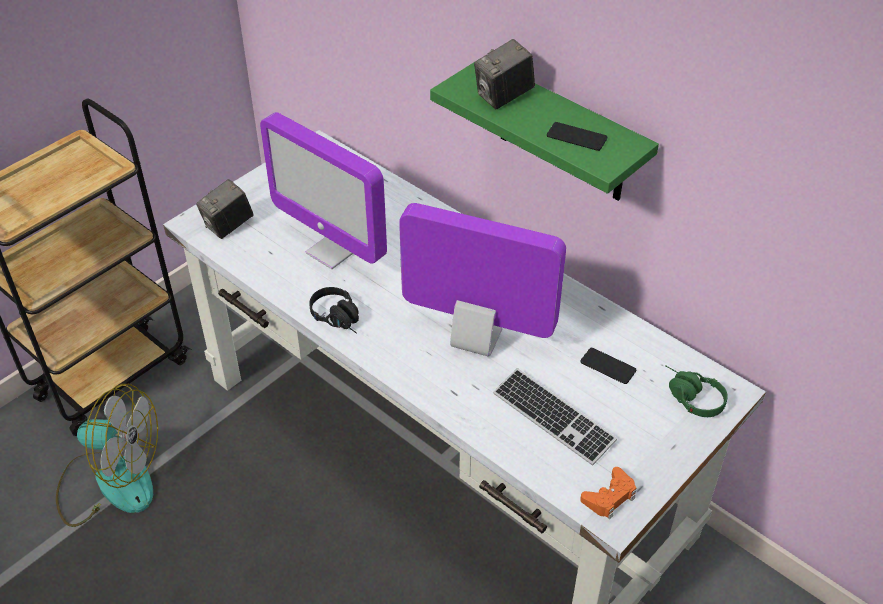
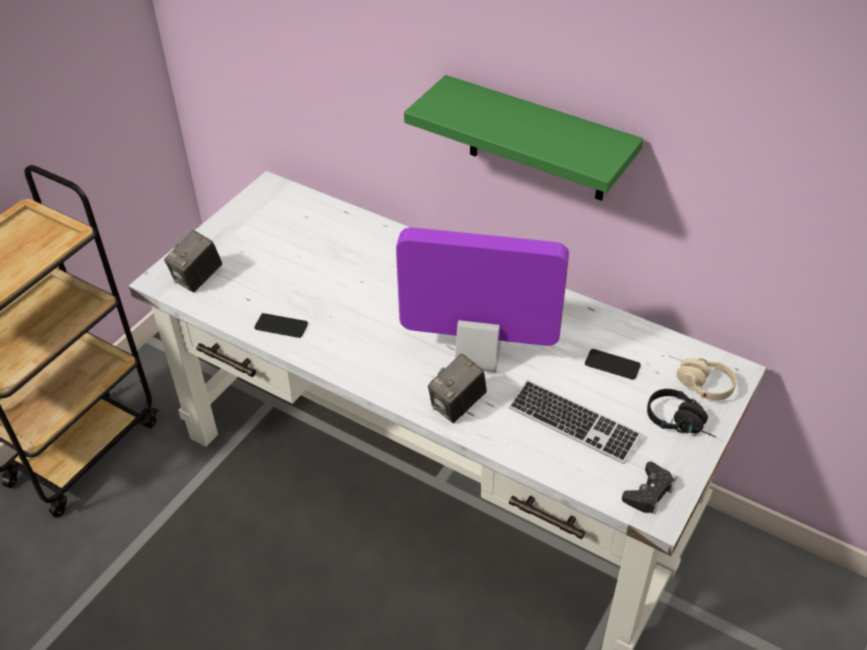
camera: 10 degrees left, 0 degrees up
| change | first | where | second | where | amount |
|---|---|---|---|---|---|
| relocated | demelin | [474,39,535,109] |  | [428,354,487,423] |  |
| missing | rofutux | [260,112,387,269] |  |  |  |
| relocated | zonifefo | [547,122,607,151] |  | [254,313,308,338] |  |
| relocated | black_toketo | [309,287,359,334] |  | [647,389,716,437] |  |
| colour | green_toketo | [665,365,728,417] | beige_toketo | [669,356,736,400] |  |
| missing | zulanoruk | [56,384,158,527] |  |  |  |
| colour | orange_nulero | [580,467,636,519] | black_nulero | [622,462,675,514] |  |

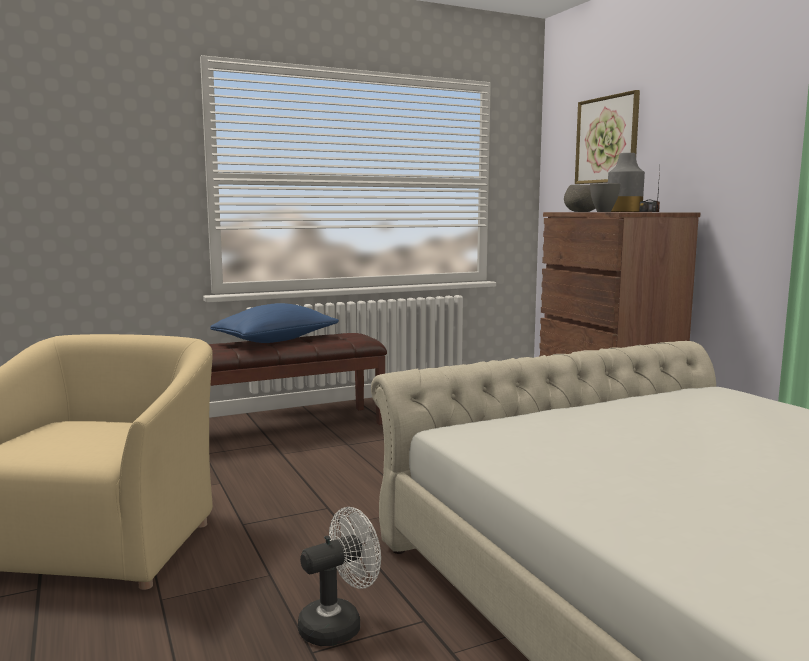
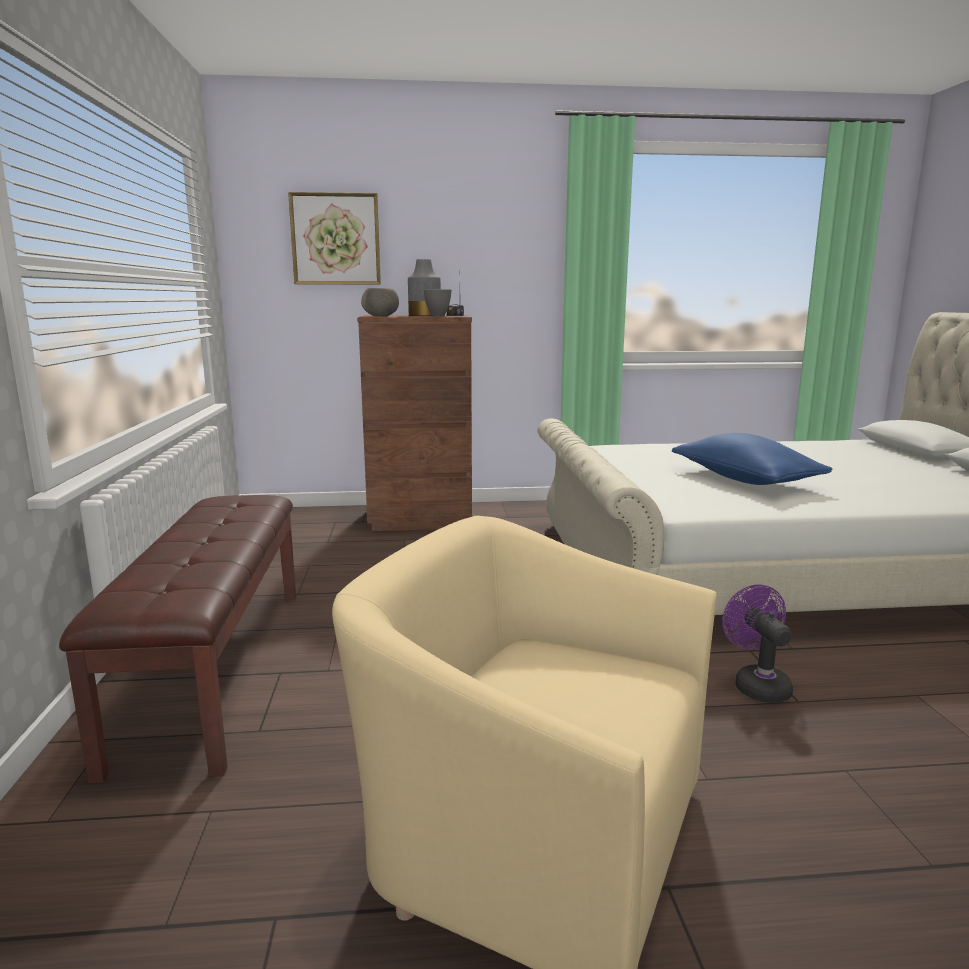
camera: 70 degrees left, 5 degrees up
| change | first | where | second | where | amount |
|---|---|---|---|---|---|
| relocated | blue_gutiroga | [210,303,339,343] |  | [672,433,833,485] |  |
| colour | white_zulanoruk | [298,507,381,646] | purple_zulanoruk | [723,584,793,703] |  |

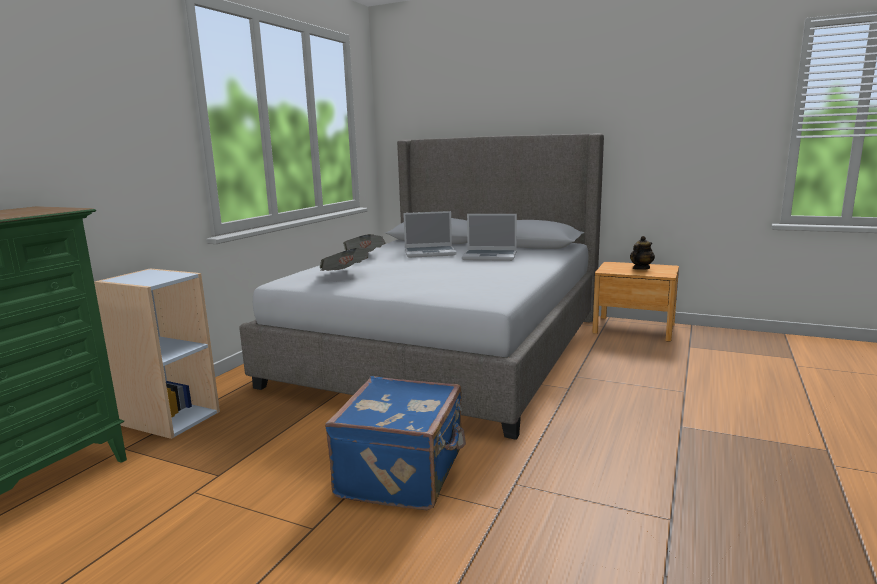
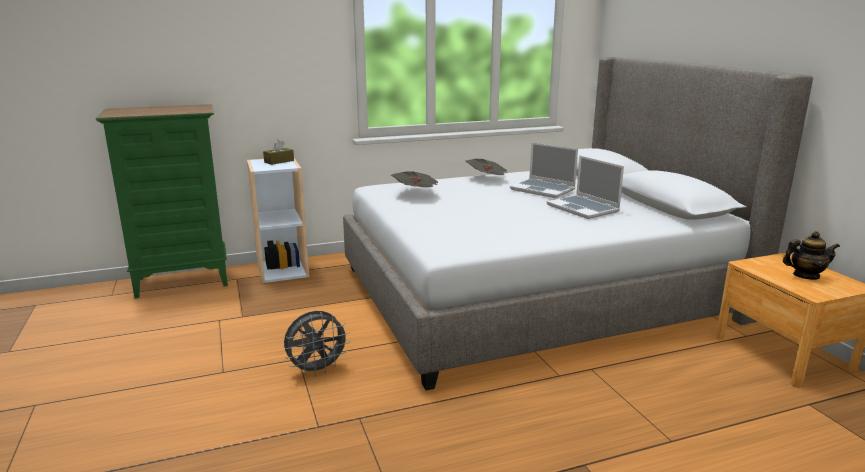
camera: 45 degrees right, 5 degrees up
| change | first | where | second | where | amount |
|---|---|---|---|---|---|
| exchanged | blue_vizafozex | [325,376,466,510] | grey_zulanoruk | [283,311,350,376] |  |
| appeared |  |  | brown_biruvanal | [263,140,294,165] |  |

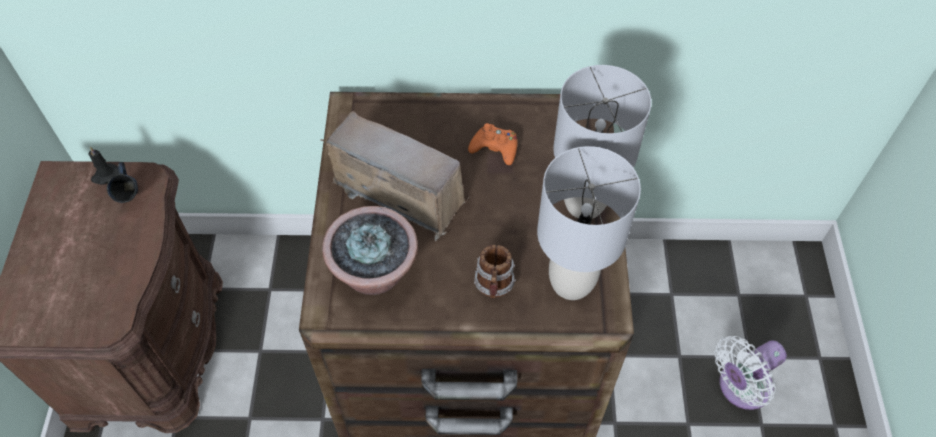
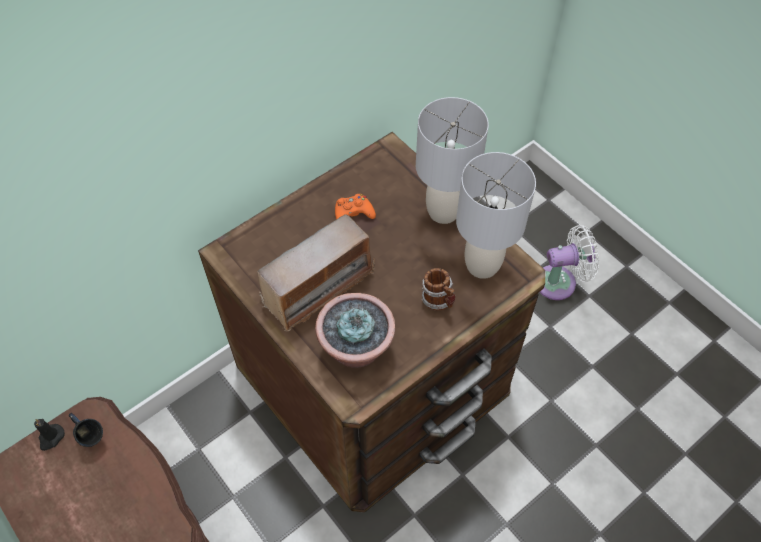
camera: 40 degrees left, 0 degrees up
| change | first | where | second | where | amount |
|---|---|---|---|---|---|
| spun | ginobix | [321,111,470,242] |  | [257,212,375,332] | 150 degrees clockwise |
| spun | white_zulanoruk | [714,336,787,410] |  | [540,225,599,300] | 120 degrees counterclockwise |

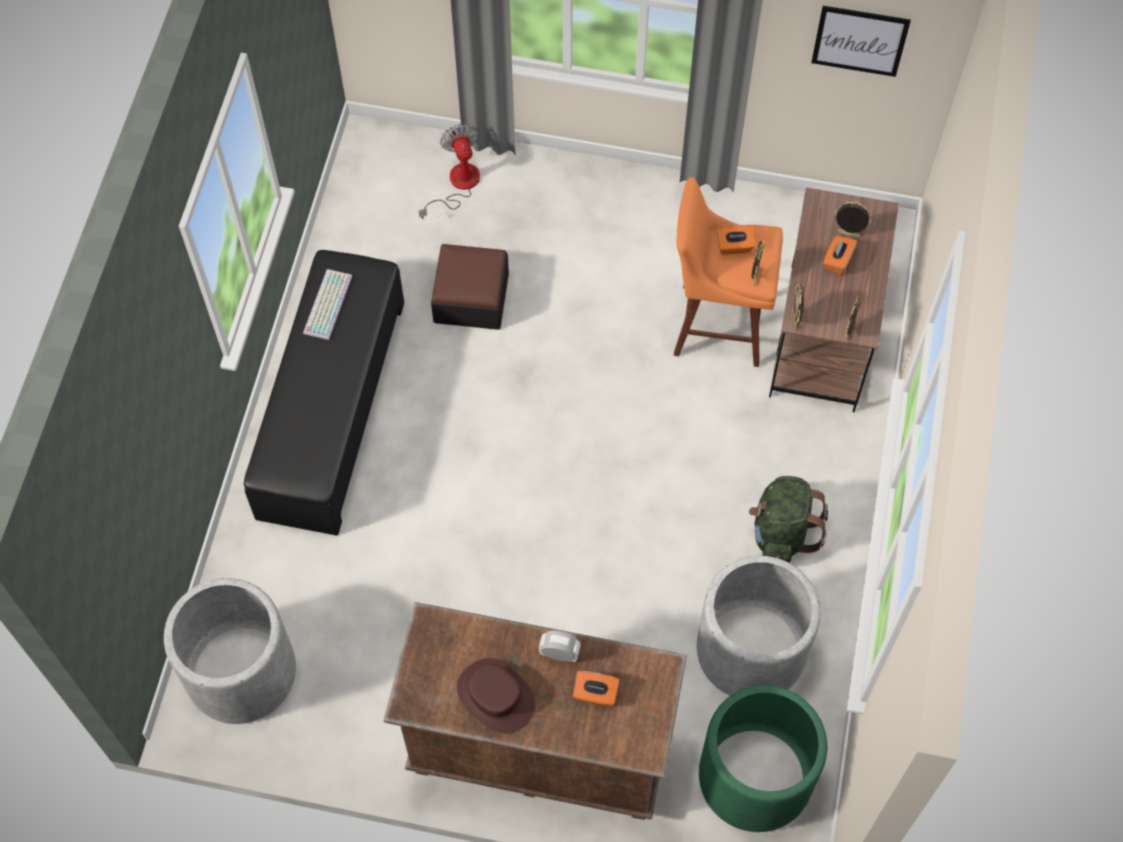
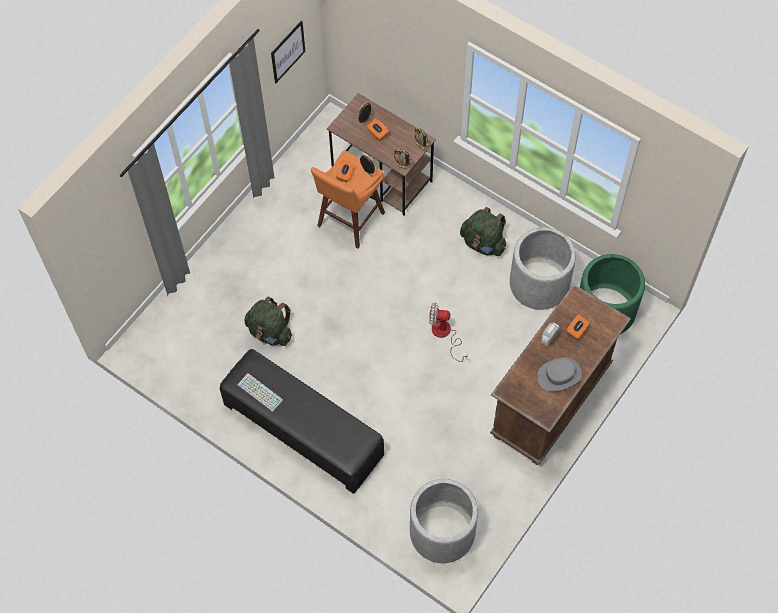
camera: 65 degrees left, 0 degrees up
| change | first | where | second | where | amount |
|---|---|---|---|---|---|
| relocated | zulanoruk | [419,124,480,219] |  | [429,302,468,362] |  |
| exchanged | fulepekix | [431,244,509,330] | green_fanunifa | [244,297,292,346] |  |
| colour | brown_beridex | [457,658,535,733] | grey_beridex | [537,357,582,392] |  |

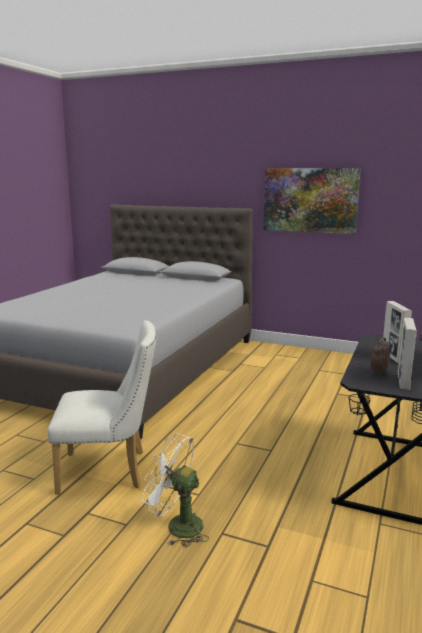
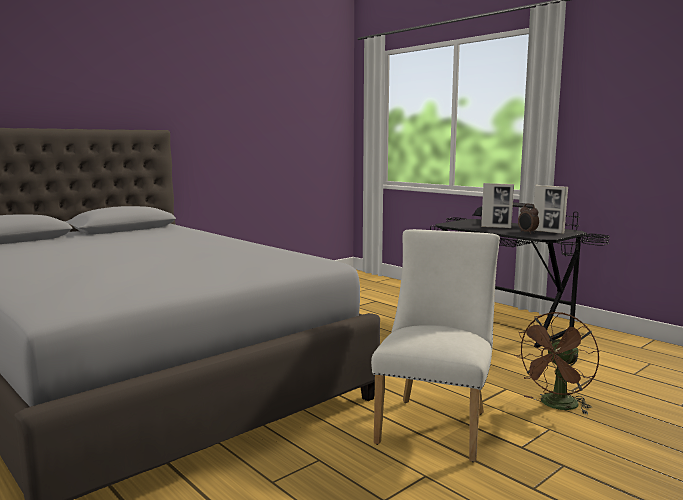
camera: 65 degrees left, 5 degrees down
| change | first | where | second | where | amount |
|---|---|---|---|---|---|
| missing | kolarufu | [264,168,361,234] |  |  |  |
| colour | white_zulanoruk | [142,433,209,547] | brown_zulanoruk | [515,312,599,415] |  |

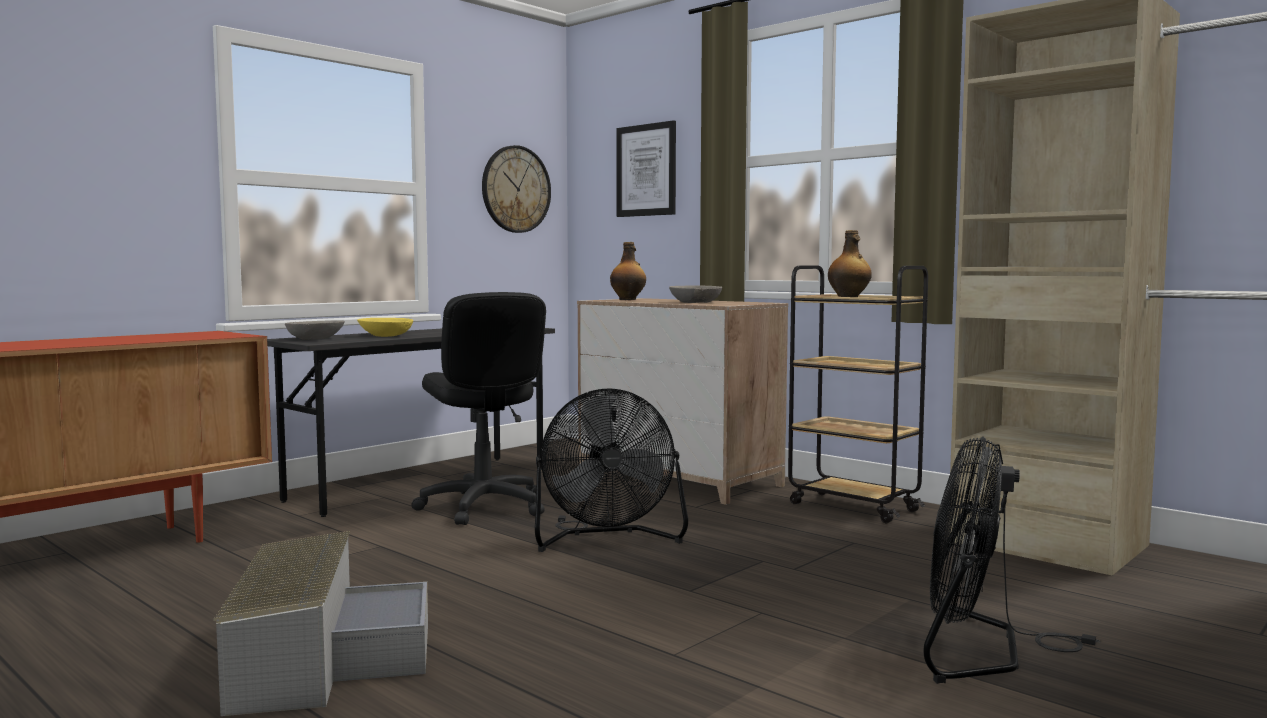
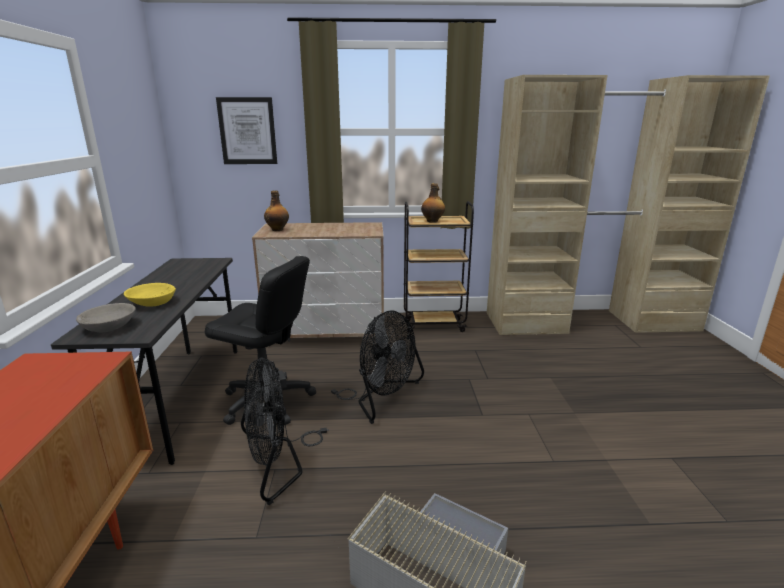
camera: 45 degrees left, 15 degrees up
| change | first | where | second | where | amount |
|---|---|---|---|---|---|
| missing | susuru | [482,145,551,233] |  |  |  |
| missing | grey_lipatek | [669,285,722,303] |  |  |  |
| relocated | black_zulanoruk | [923,436,1101,684] |  | [241,358,329,506] |  |

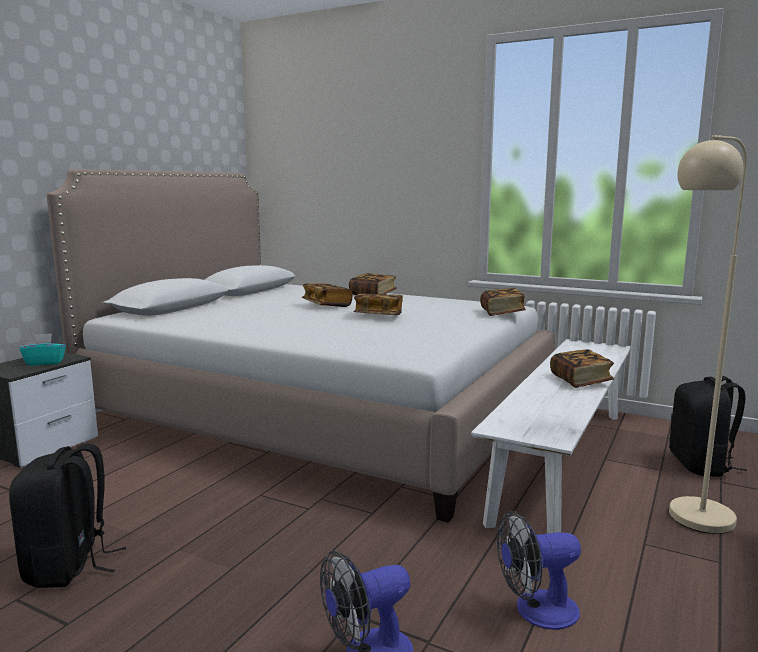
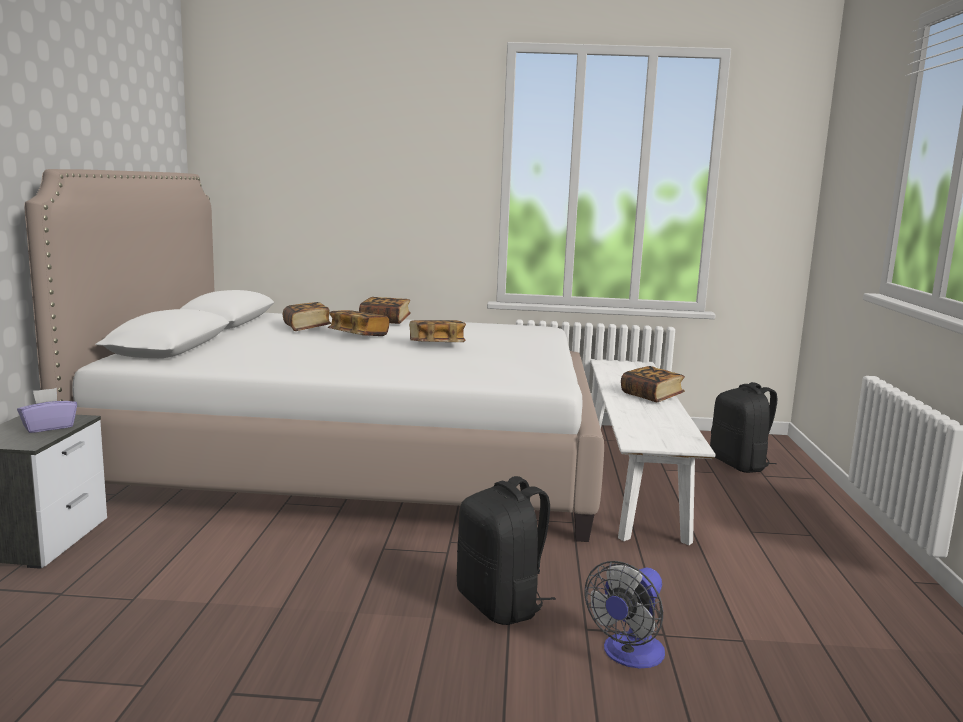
camera: 25 degrees left, 0 degrees up
| change | first | where | second | where | amount |
|---|---|---|---|---|---|
| missing | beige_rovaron | [669,135,747,534] |  |  |  |
| relocated | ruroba | [480,288,526,316] |  | [283,302,331,331] |  |
| colour | turquoise_biruvanal | [20,333,66,366] | purple_biruvanal | [17,388,77,433] |  |
| relocated | black_fanunifa | [9,444,126,588] |  | [457,476,556,625] |  |
| missing | zulanoruk | [497,511,581,630] |  |  |  |

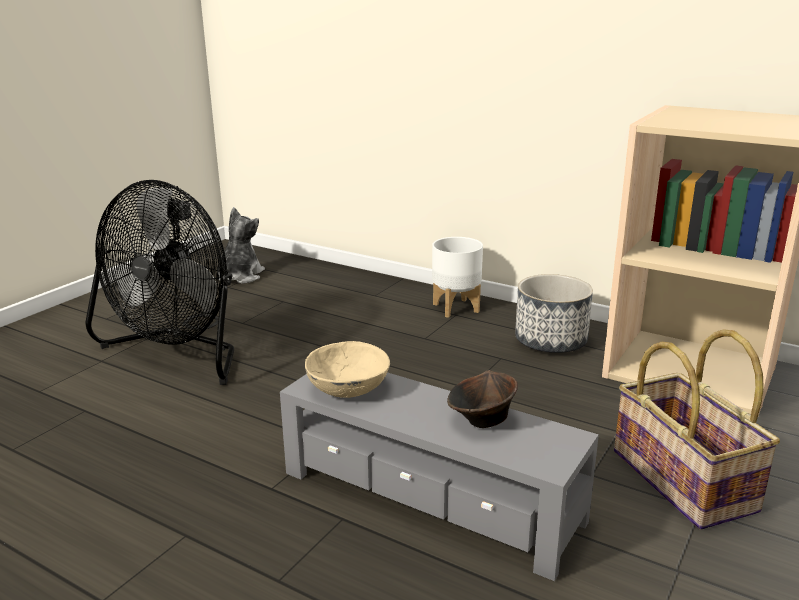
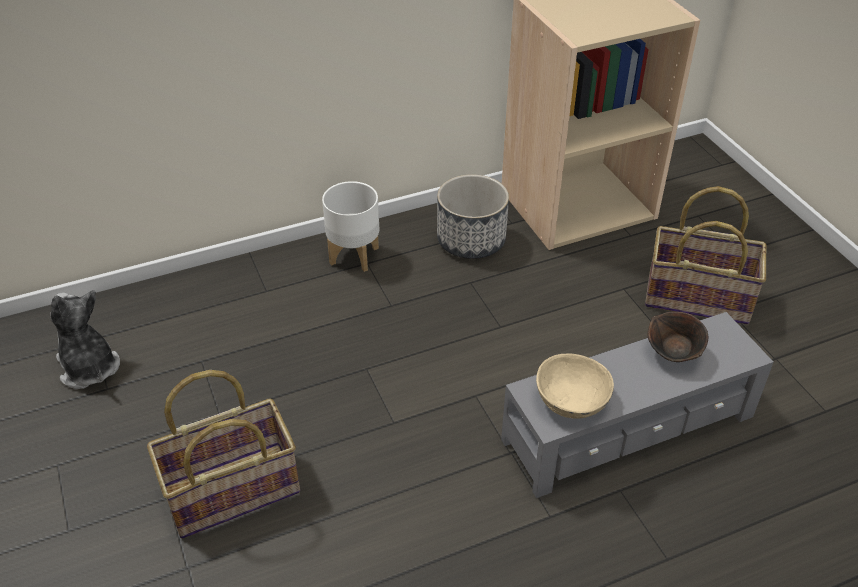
camera: 55 degrees left, 20 degrees up
| change | first | where | second | where | amount |
|---|---|---|---|---|---|
| exchanged | black_zulanoruk | [85,180,234,385] | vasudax | [147,370,300,539] |  |

